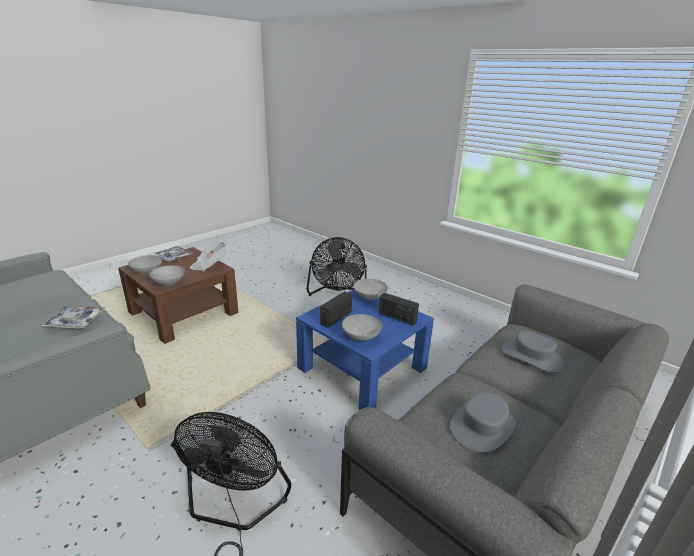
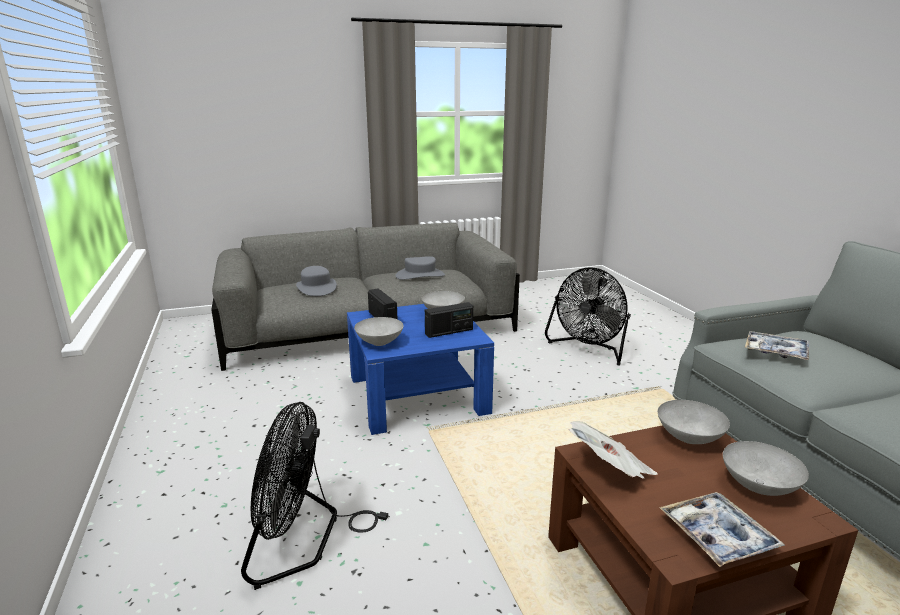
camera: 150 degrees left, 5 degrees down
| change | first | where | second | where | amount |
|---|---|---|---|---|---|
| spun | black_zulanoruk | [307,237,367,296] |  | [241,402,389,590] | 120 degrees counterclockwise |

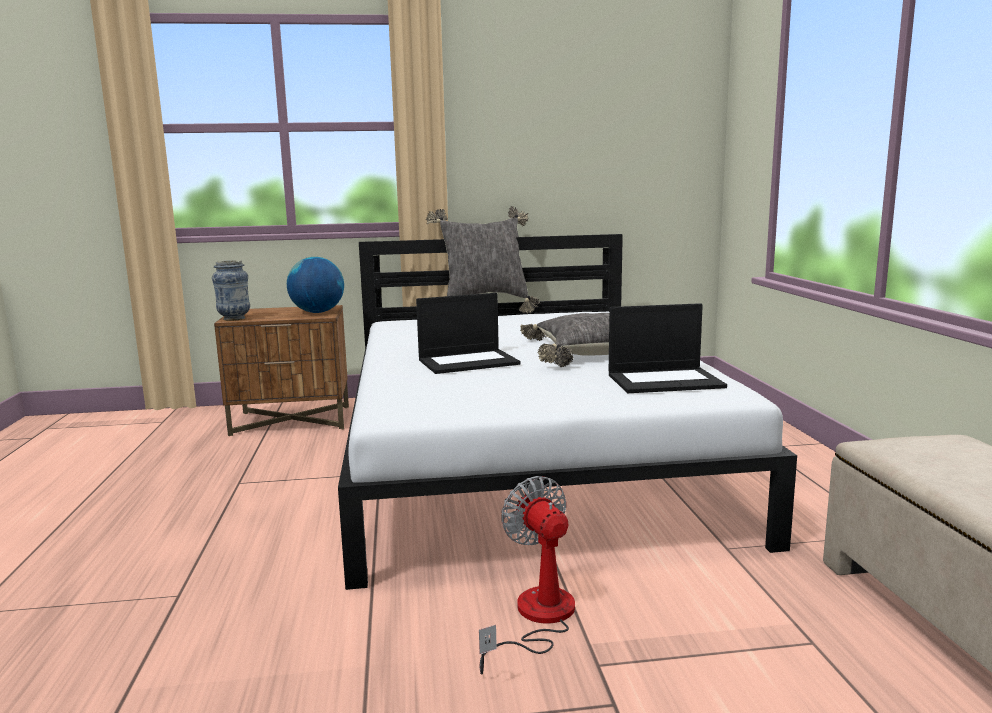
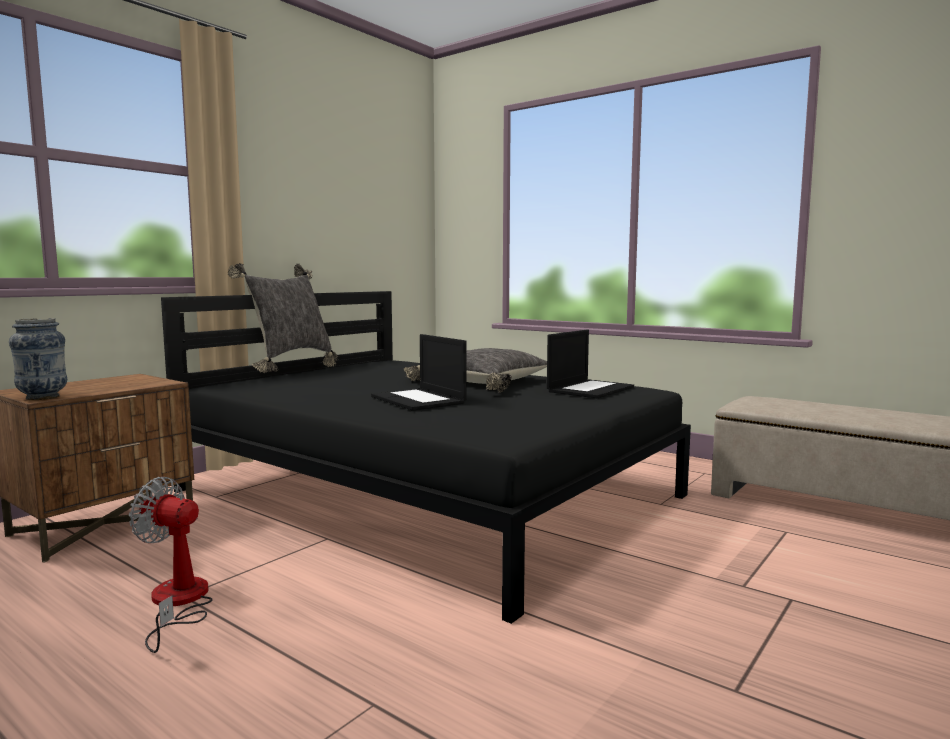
camera: 45 degrees left, 5 degrees down
| change | first | where | second | where | amount |
|---|---|---|---|---|---|
| colour | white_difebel | [338,234,797,590] | black_difebel | [161,291,691,624] |  |
| missing | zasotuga | [287,257,344,313] |  |  |  |
| spun | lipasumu | [416,293,521,374] |  | [371,334,467,411] | 120 degrees clockwise |
| relocated | zulanoruk | [479,476,575,675] |  | [129,477,213,653] |  |

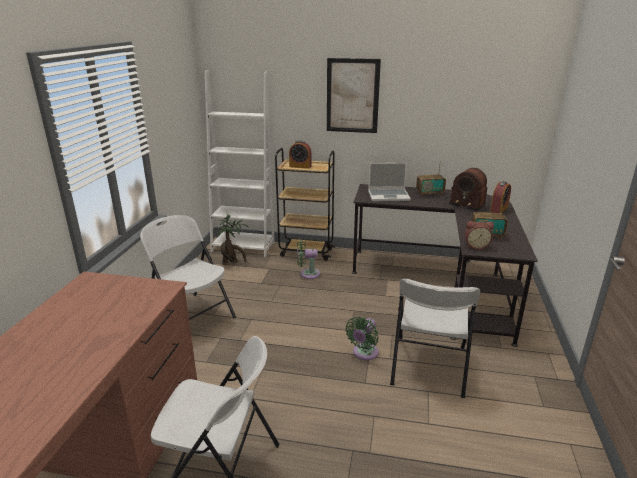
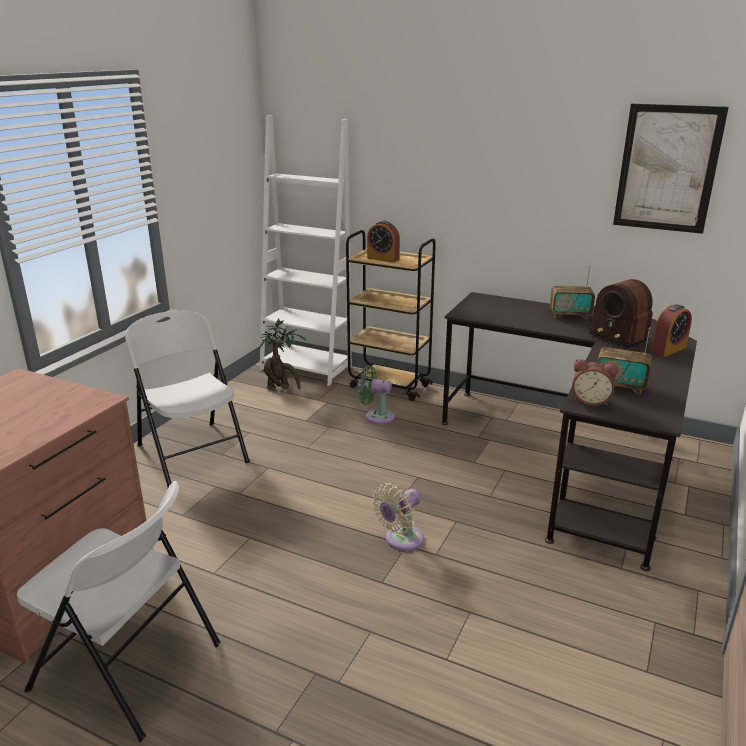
camera: 15 degrees right, 0 degrees up
| change | first | where | second | where | amount |
|---|---|---|---|---|---|
| relocated | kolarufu | [327,58,381,133] |  | [613,104,729,234] |  |
| missing | lipasumu | [368,162,411,201] |  |  |  |
| missing | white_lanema | [390,279,480,398] |  |  |  |
| colour | green_zulanoruk | [345,317,379,360] | beige_zulanoruk | [372,483,424,551] |  |

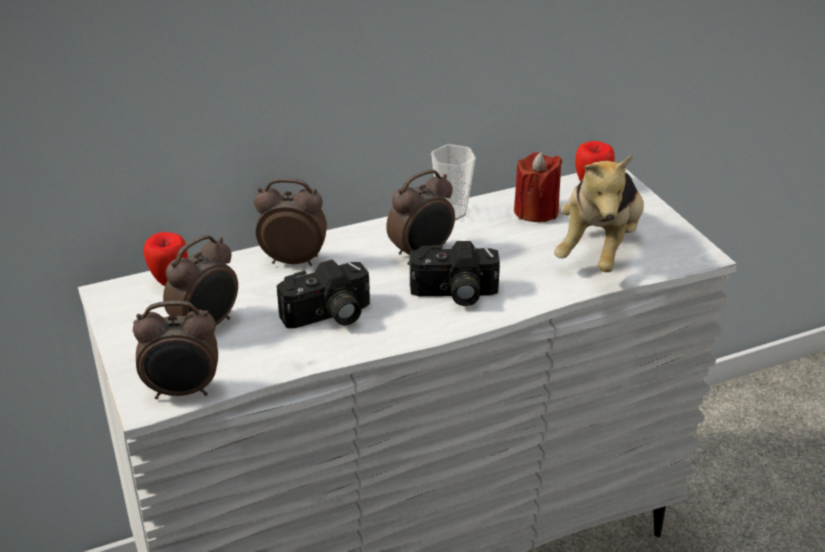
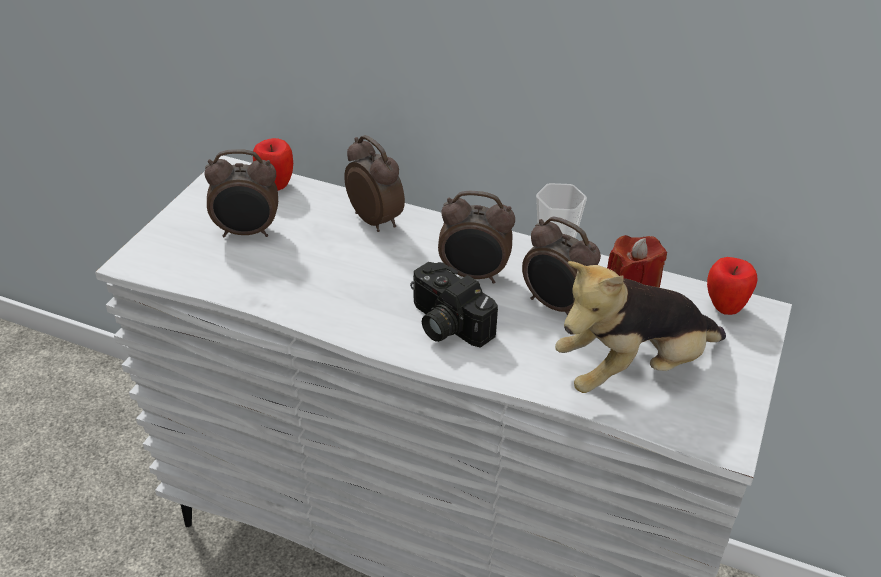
camera: 45 degrees right, 5 degrees up
| change | first | where | second | where | amount |
|---|---|---|---|---|---|
| missing | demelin | [277,259,370,328] |  |  |  |
| relocated | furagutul | [133,301,218,399] |  | [522,216,601,316] |  |

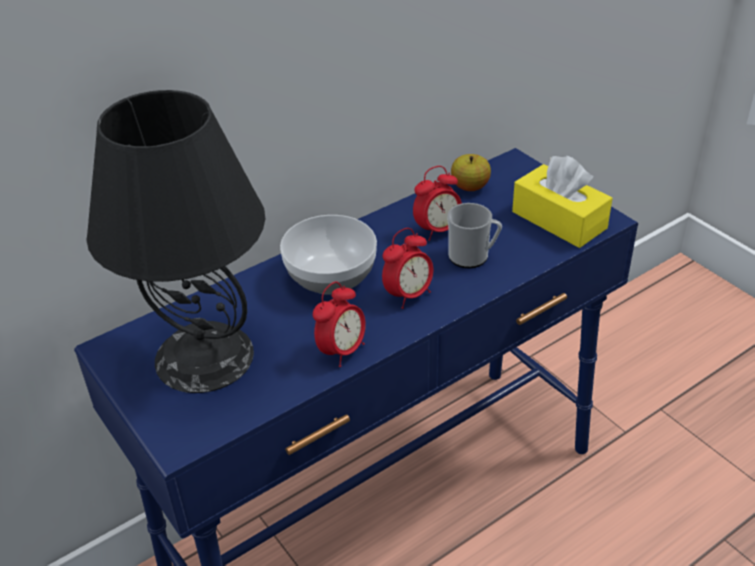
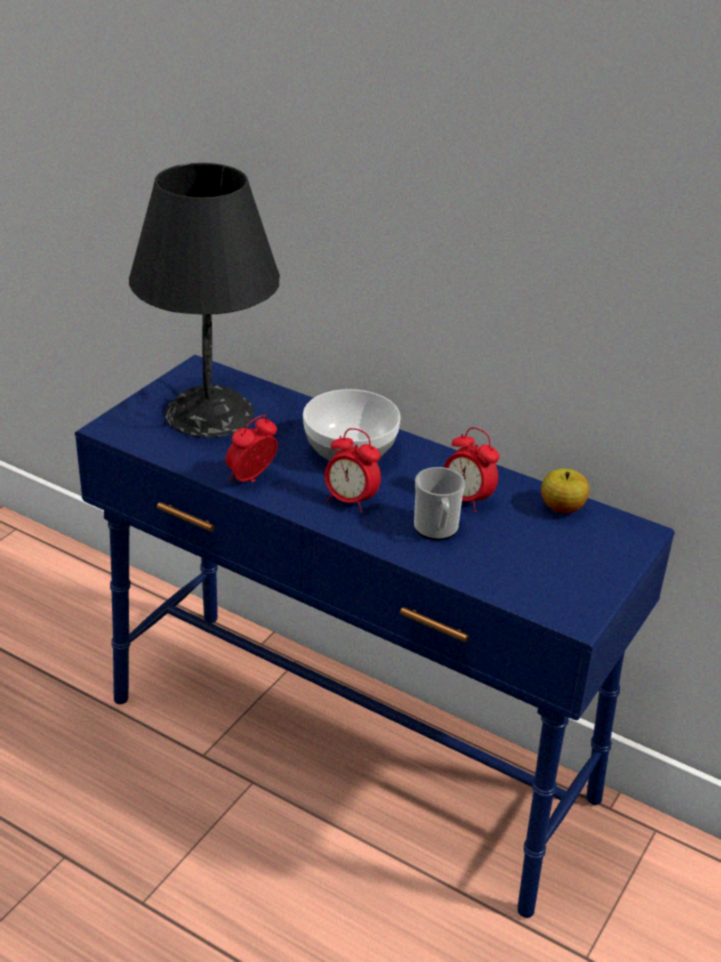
camera: 65 degrees right, 5 degrees down
| change | first | where | second | where | amount |
|---|---|---|---|---|---|
| missing | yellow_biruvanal | [512,156,613,248] |  |  |  |
| spun | furagutul | [313,282,366,367] |  | [225,415,278,482] | 120 degrees clockwise |

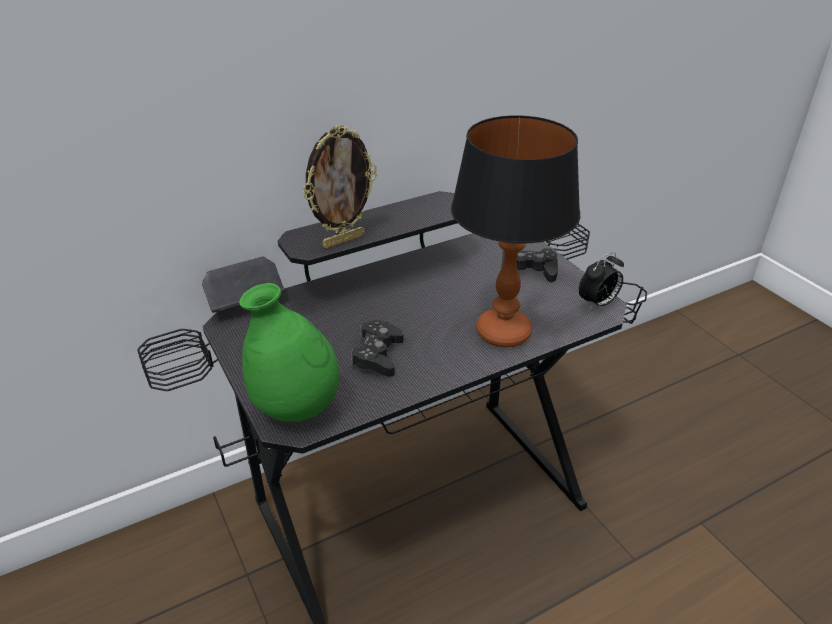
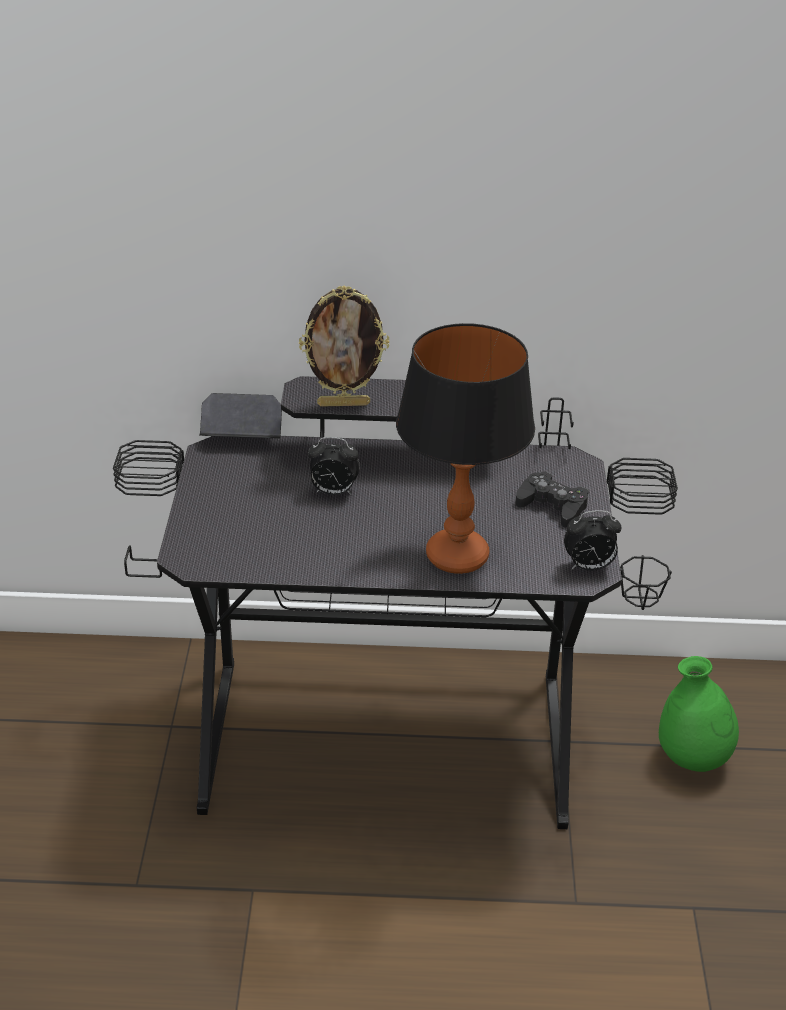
camera: 30 degrees right, 0 degrees up
| change | first | where | second | where | amount |
|---|---|---|---|---|---|
| relocated | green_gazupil | [239,283,339,422] |  | [659,656,739,772] |  |
| missing | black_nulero | [351,320,404,377] |  |  |  |
| appeared |  |  | furagutul | [308,437,360,495] |  |

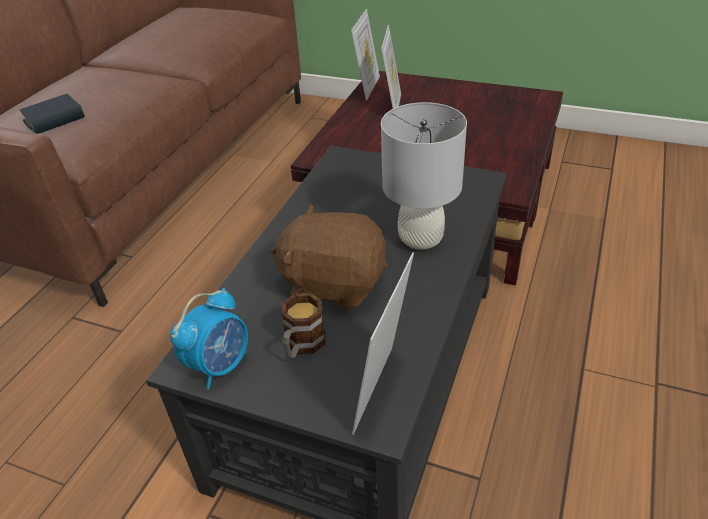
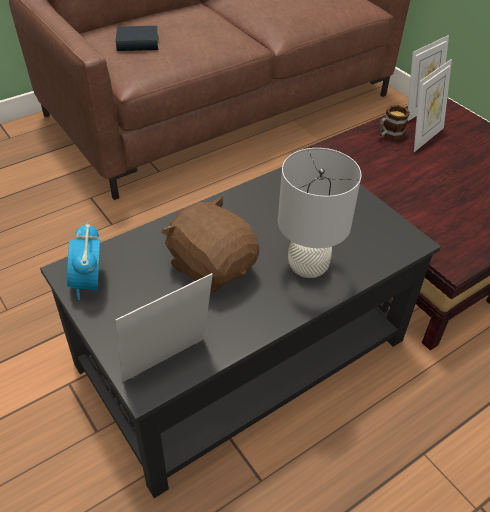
camera: 30 degrees right, 5 degrees up
| change | first | where | second | where | amount |
|---|---|---|---|---|---|
| spun | furagutul | [170,288,248,390] |  | [67,222,100,300] | 105 degrees clockwise |
| relocated | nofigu | [281,293,326,359] |  | [379,105,410,140] |  |

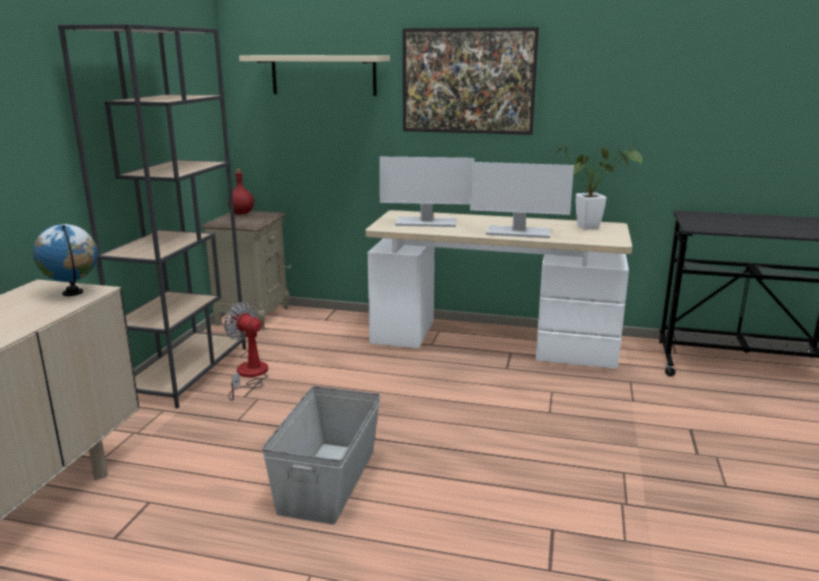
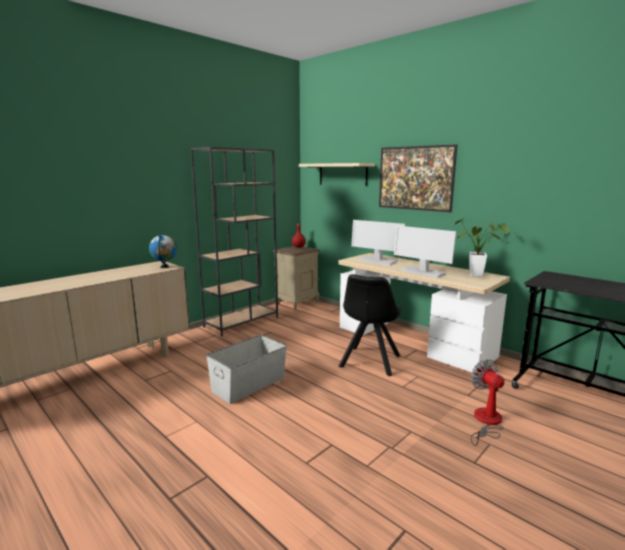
camera: 30 degrees right, 5 degrees down
| change | first | where | second | where | amount |
|---|---|---|---|---|---|
| relocated | zulanoruk | [224,302,268,401] |  | [471,359,505,446] |  |
| appeared |  |  | black_lanema | [339,274,401,376] |  |

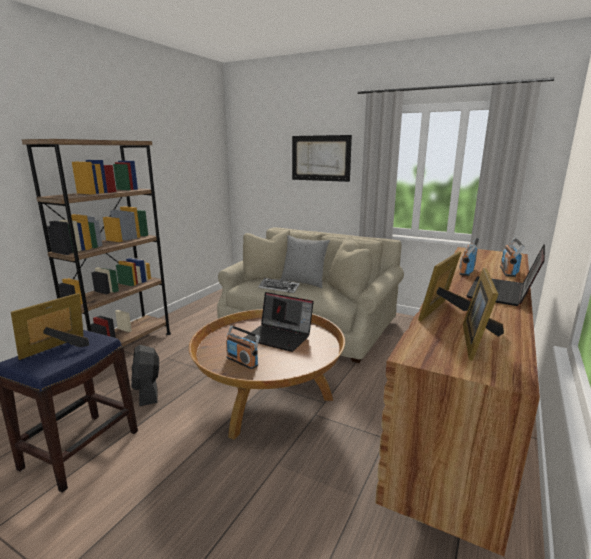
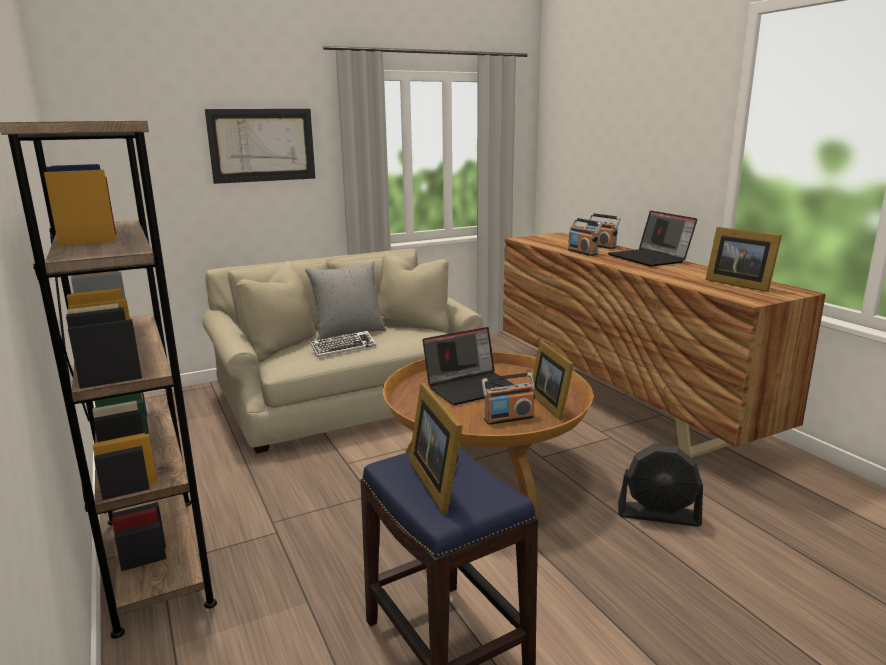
camera: 55 degrees left, 0 degrees up
| change | first | where | second | where | amount |
|---|---|---|---|---|---|
| relocated | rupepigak | [418,251,471,321] |  | [533,341,574,420] |  |
| relocated | black_zulanoruk | [131,345,159,406] |  | [618,444,703,527] |  |

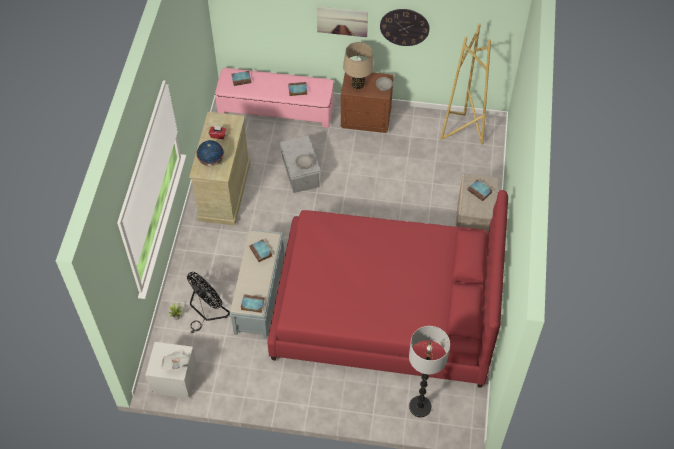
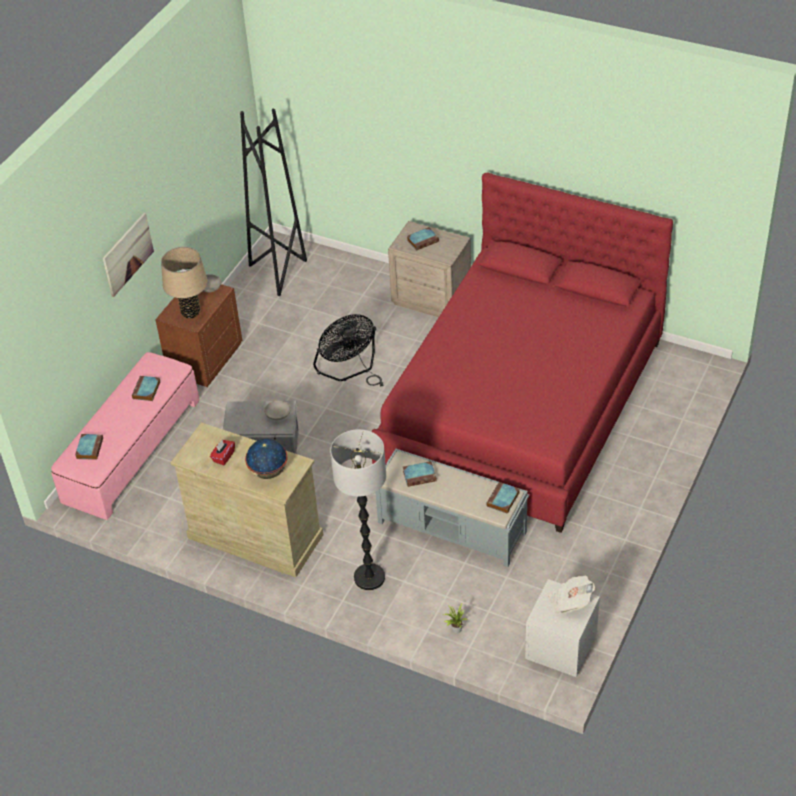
camera: 70 degrees left, 10 degrees down
| change | first | where | second | where | amount |
|---|---|---|---|---|---|
| missing | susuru | [380,9,429,46] |  |  |  |
| colour | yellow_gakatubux | [440,23,491,145] | black_gakatubux | [240,109,307,296] |  |
| relocated | black_zulanoruk | [187,272,230,333] |  | [313,314,384,387] |  |
| relocated | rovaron | [409,326,450,417] |  | [330,429,386,590] |  |

